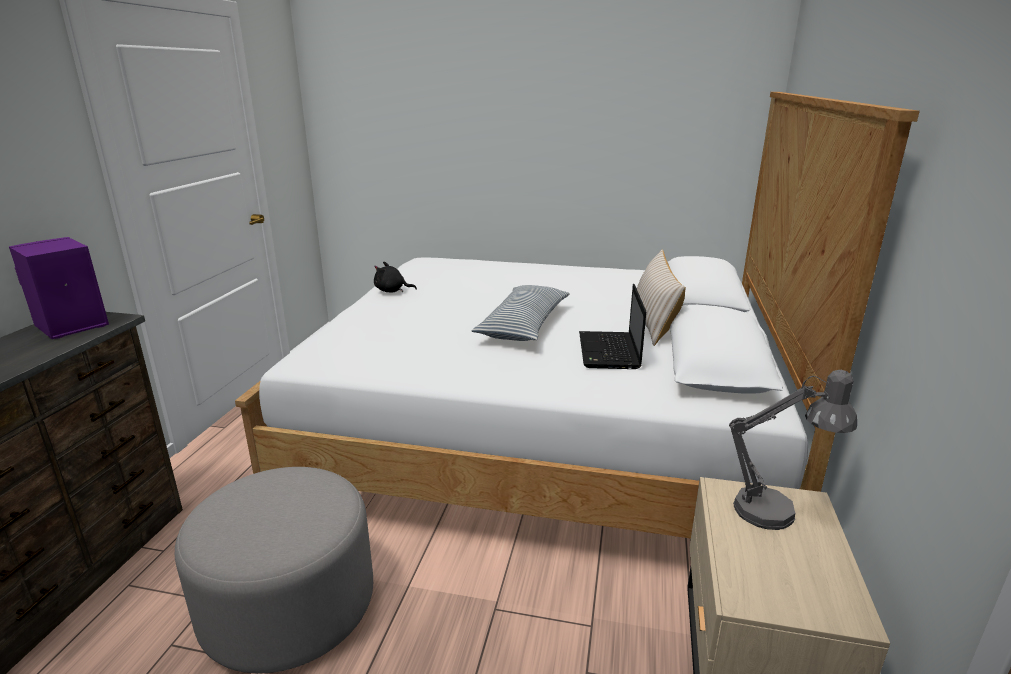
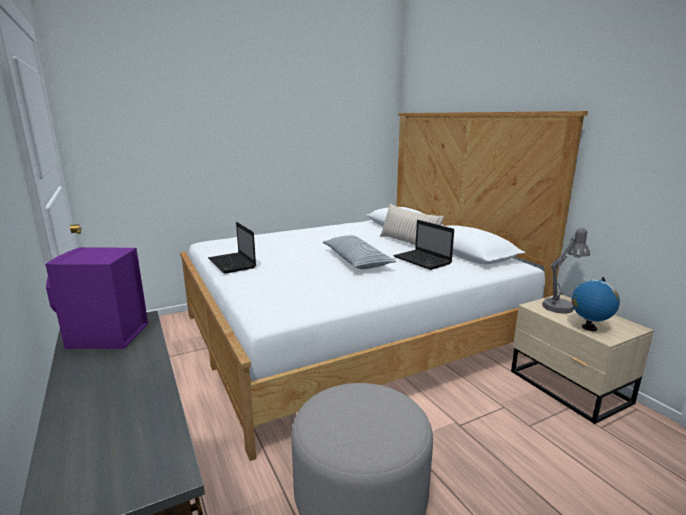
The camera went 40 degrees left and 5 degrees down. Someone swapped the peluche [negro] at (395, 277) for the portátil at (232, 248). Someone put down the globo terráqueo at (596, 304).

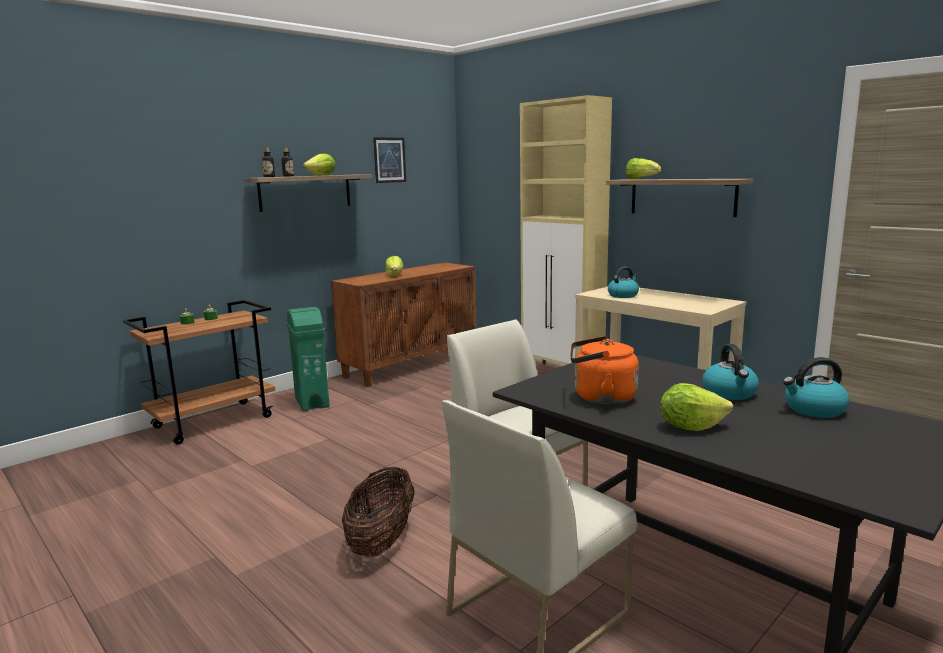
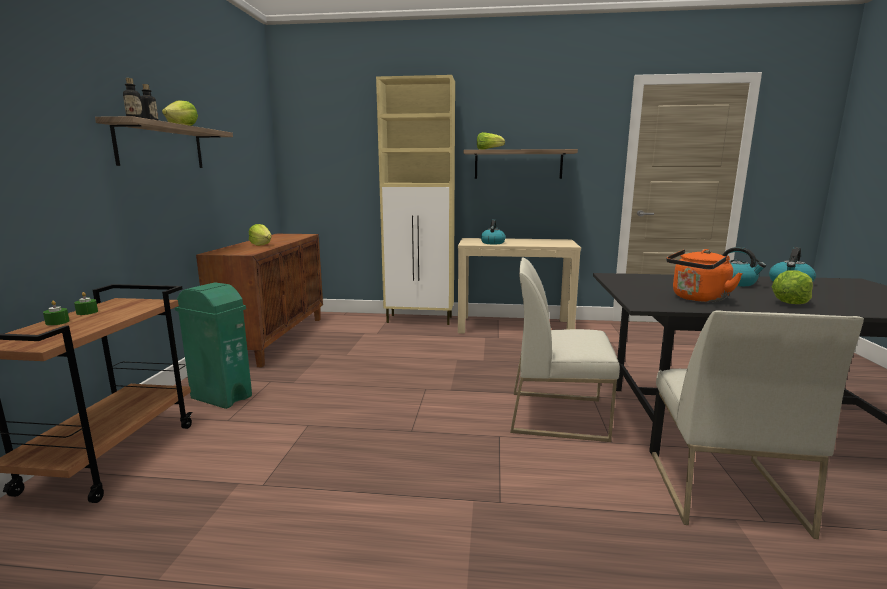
The camera went 40 degrees left and 0 degrees up. Someone took away the cesta at (378, 511). Someone took away the cuadro at (389, 160).

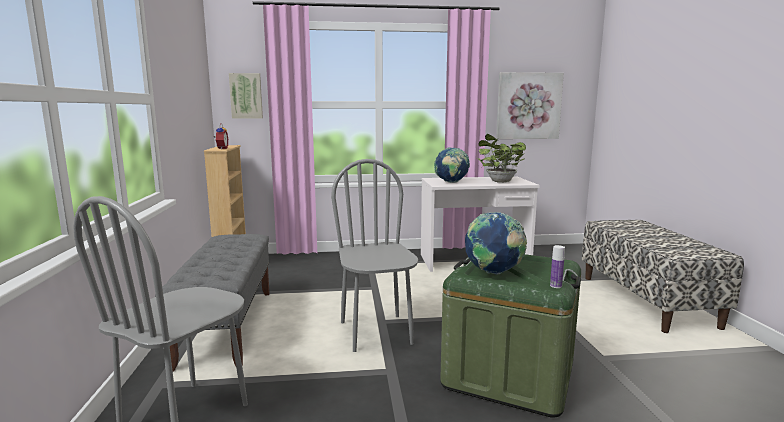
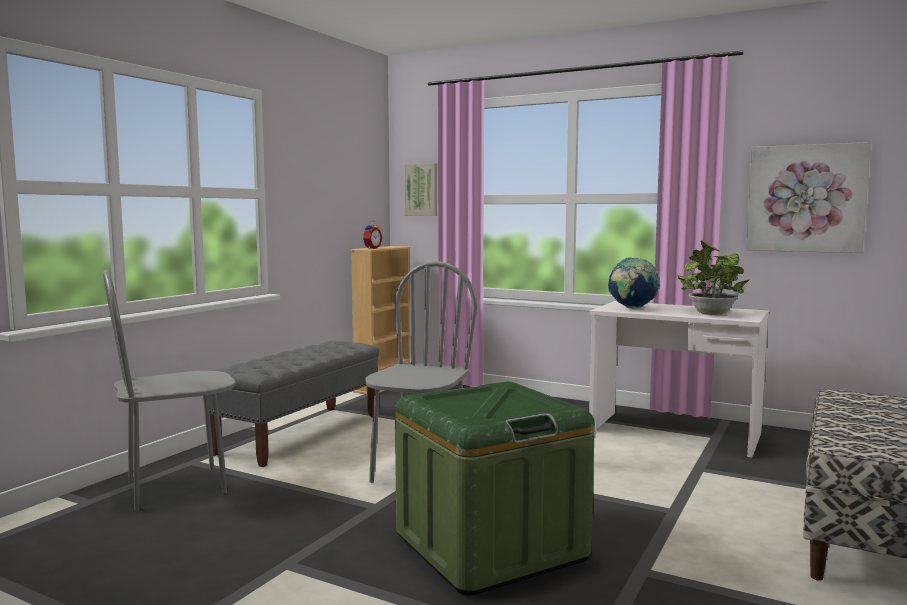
The camera went 35 degrees right and 5 degrees down. Someone took away the globo terráqueo at (496, 243). Someone took away the botella at (557, 266).

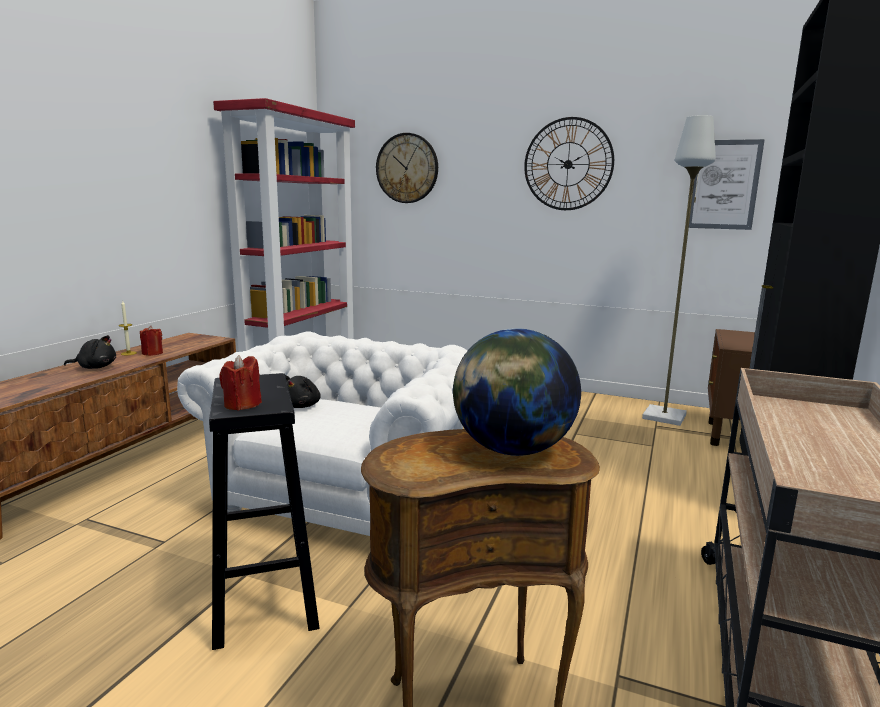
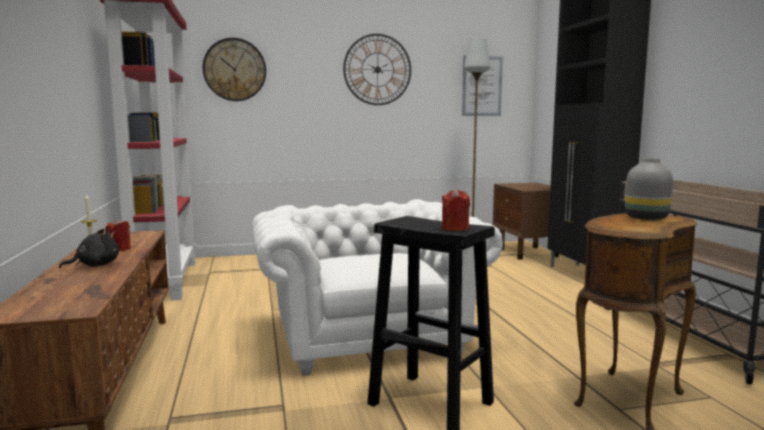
The camera went 35 degrees left and 5 degrees down. Someone took away the peluche [negro] at (303, 391). Someone swapped the globo terráqueo at (517, 392) for the florero [gris] at (649, 189).

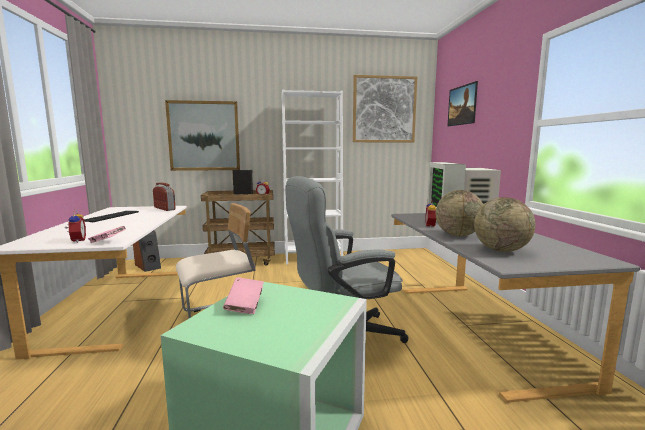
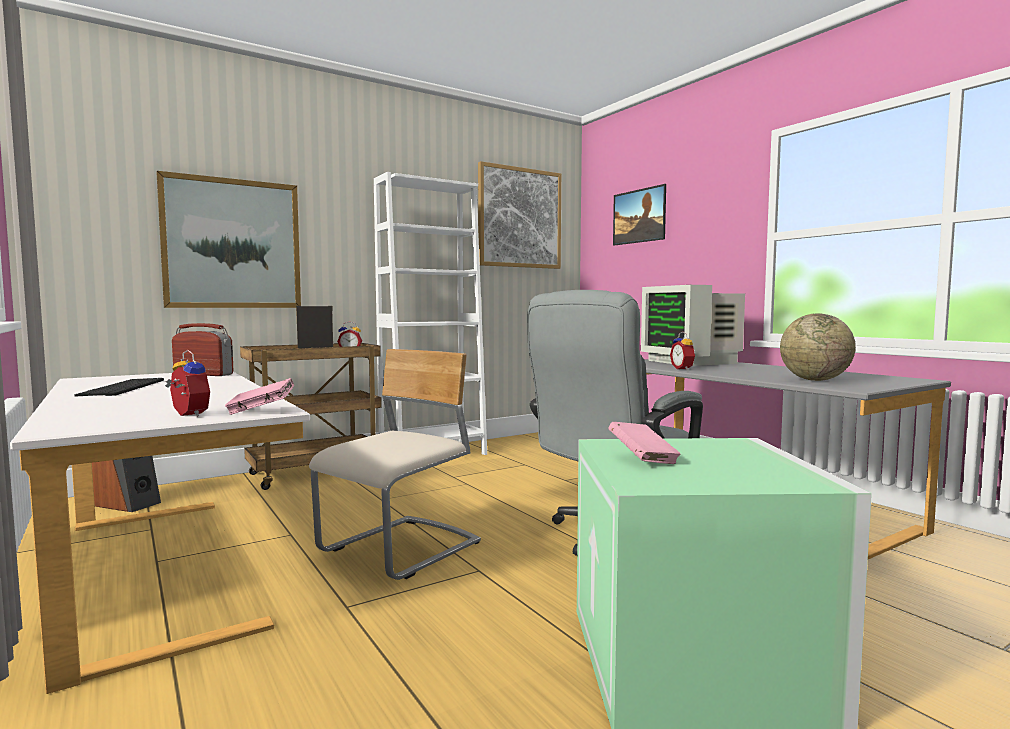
The camera went 25 degrees left and 5 degrees down. Someone took away the globo terráqueo at (459, 213).

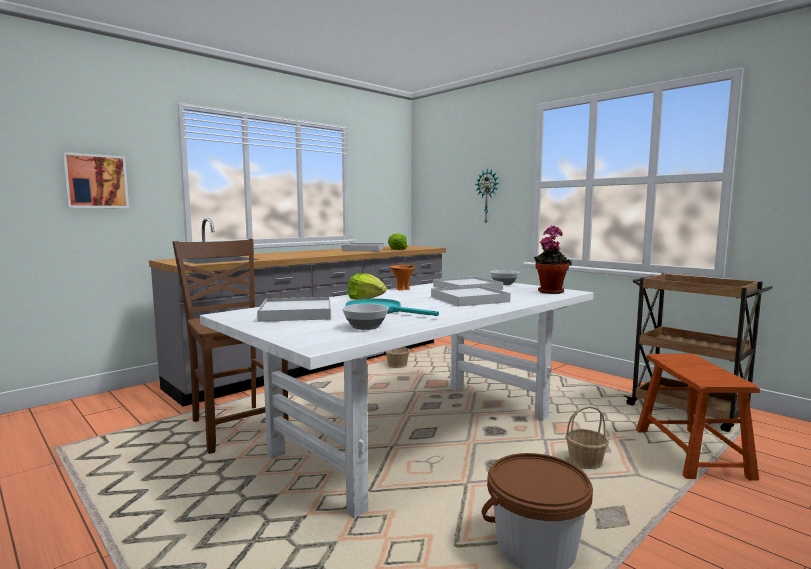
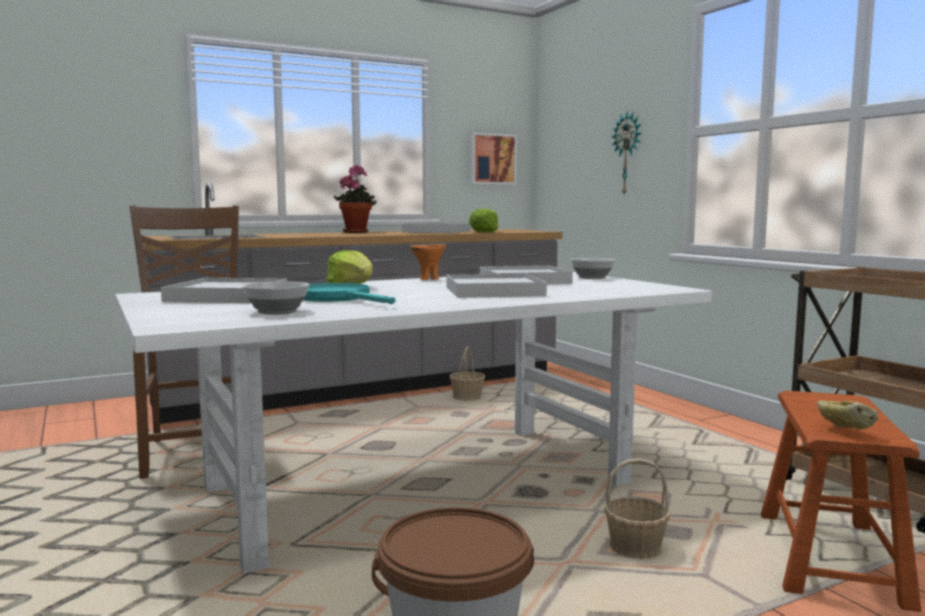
The camera went 15 degrees right and 0 degrees up. Someone carried the cuadro from (95, 180) to (493, 158). Someone carried the planta en maceta from (553, 260) to (355, 199). Someone put down the pan at (848, 414).

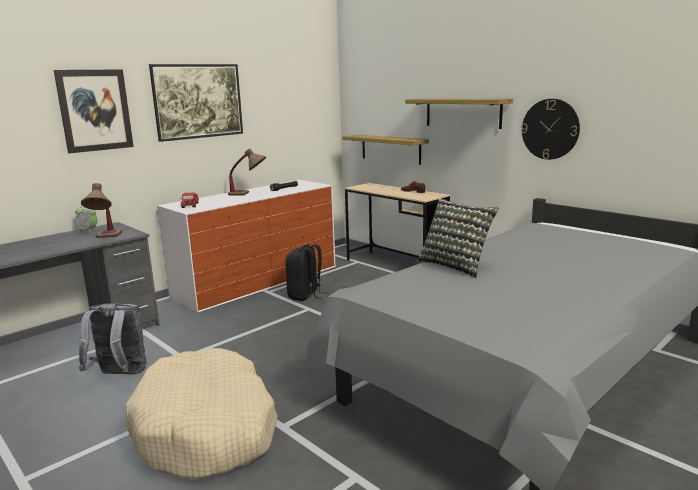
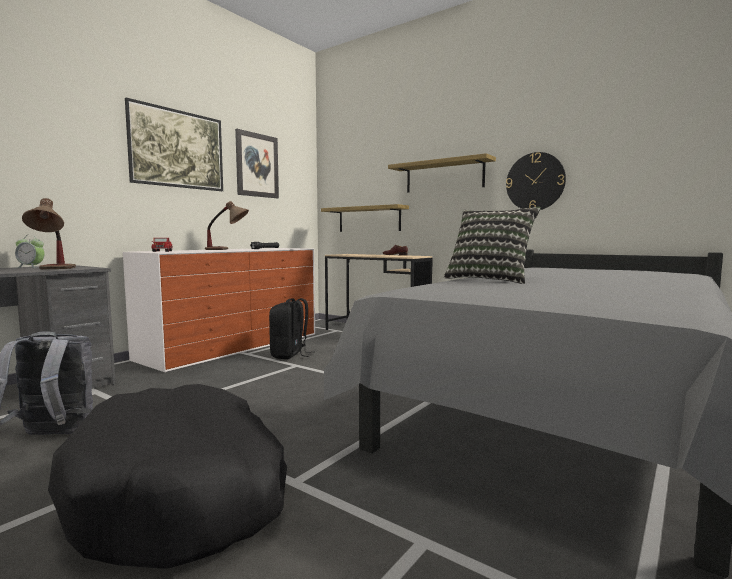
The camera went 10 degrees left and 10 degrees down. Someone carried the cuadro from (94, 111) to (257, 163). Someone repainted the cama para perro [beis] at (202, 414), which became the cama para perro [negro] at (167, 476).

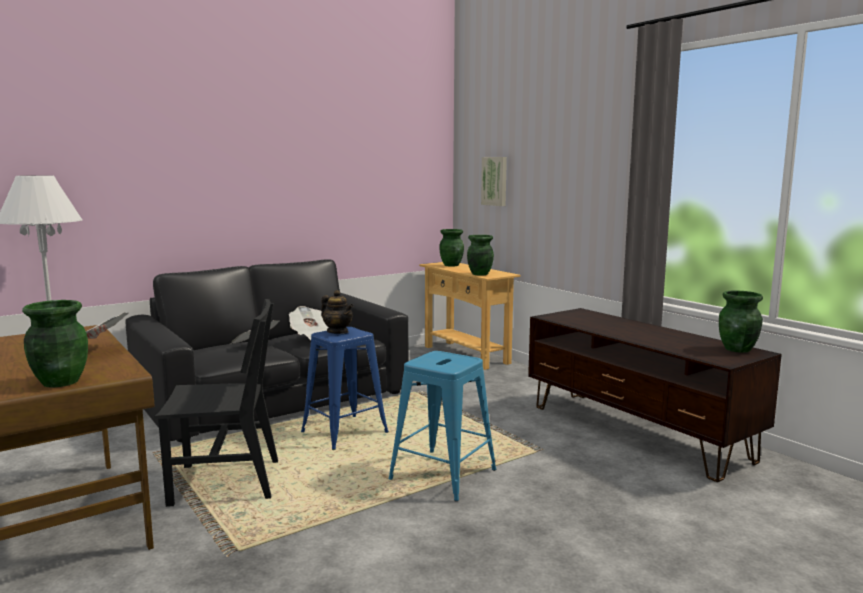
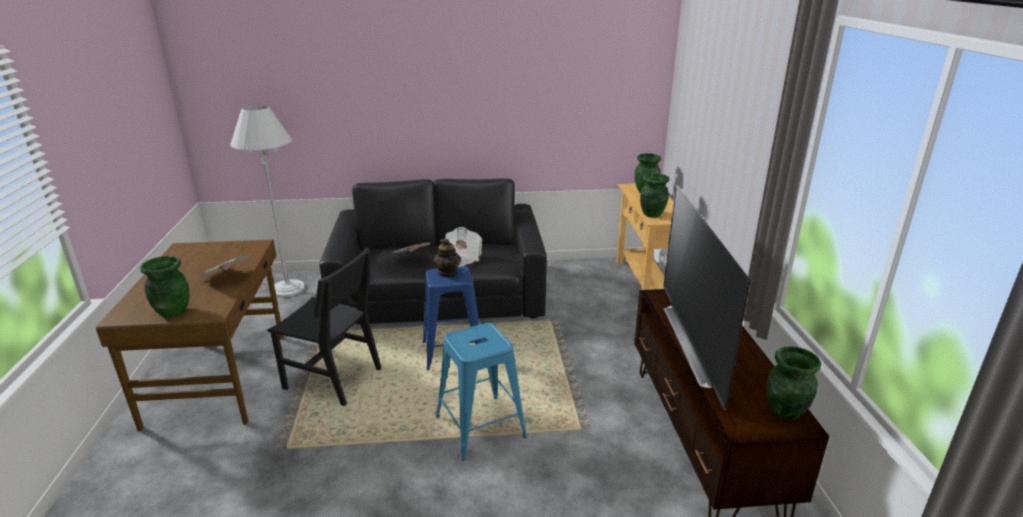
The camera went 30 degrees right and 15 degrees up. Someone took away the cuadro at (494, 181). Someone put down the televisor at (707, 297).

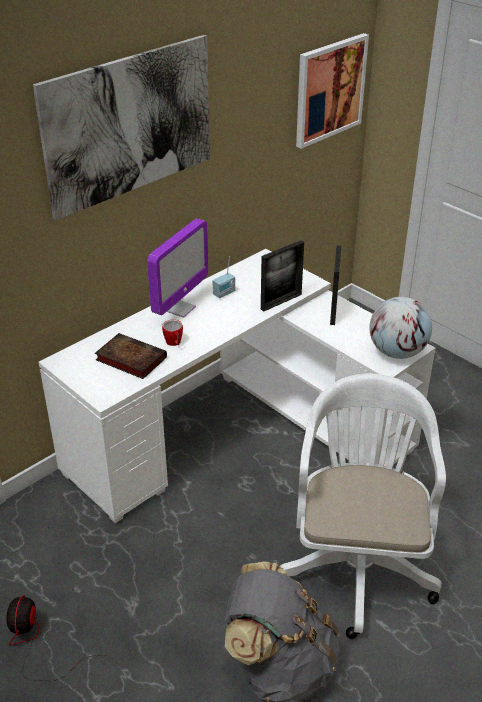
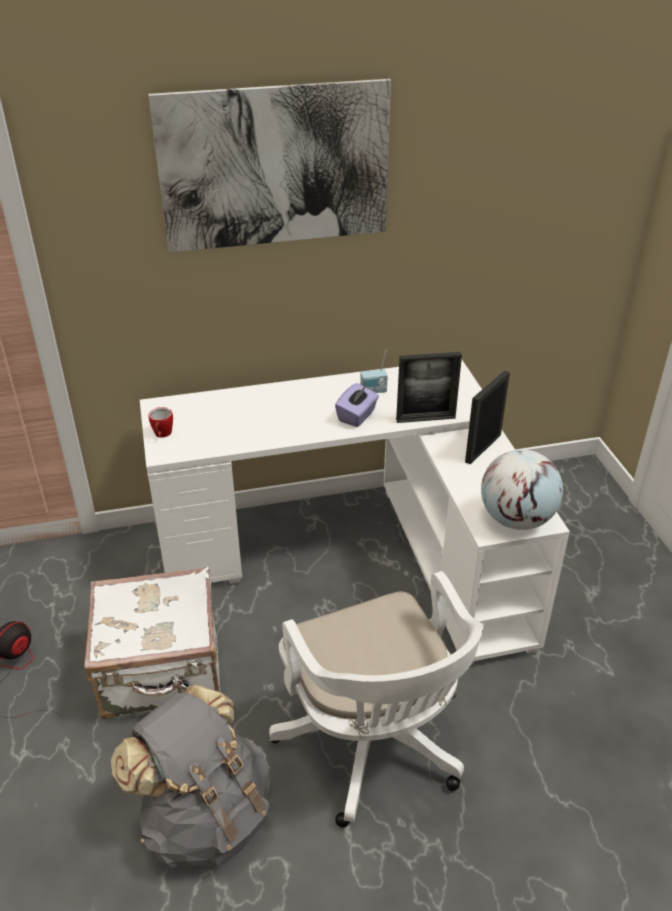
The camera went 30 degrees right and 0 degrees up. Someone took away the libro at (131, 356). Someone took away the monitor at (177, 268). Someone carried the taza grande from (172, 333) to (161, 422). Someone rotated the silla de oficina [blanco] at (363, 506) by 120 degrees clockwise. Someone took away the cuadro at (332, 91). Someone put down the maleta [blanco] at (152, 643). Someone put down the caja de pañuelos [morado] at (357, 405).

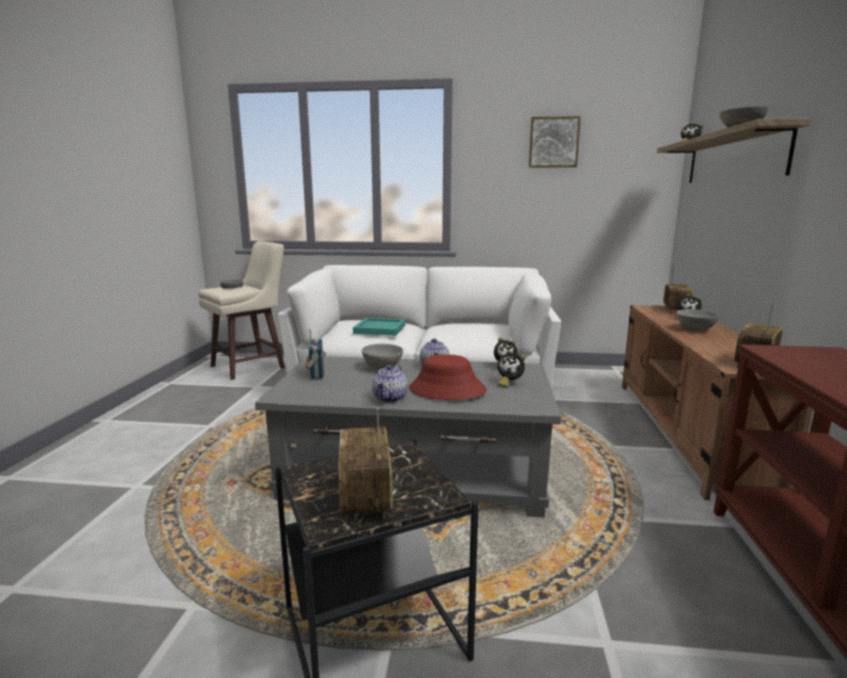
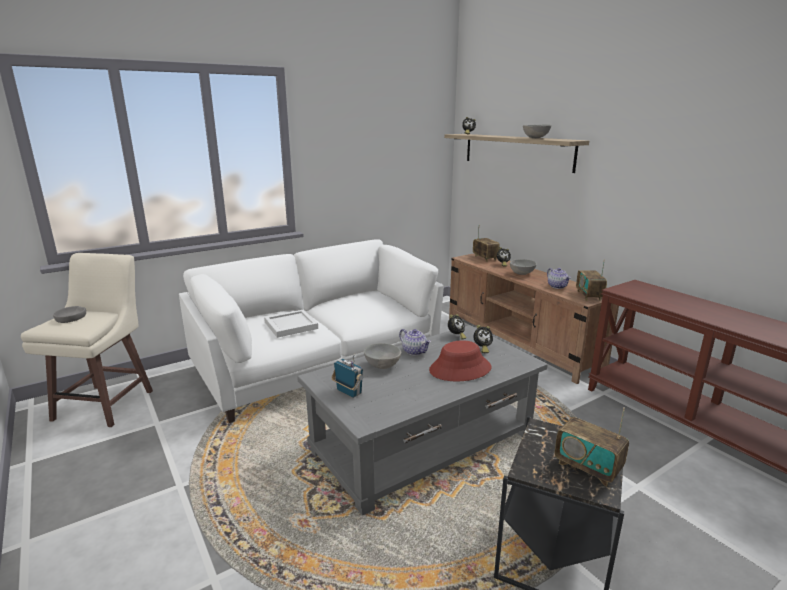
The camera went 40 degrees left and 5 degrees up. Someone repainted the bandeja [turquesa] at (379, 327), which became the bandeja [blanco] at (291, 323). Someone carried the tetera from (390, 383) to (559, 278). Someone took away the cuadro at (555, 142).

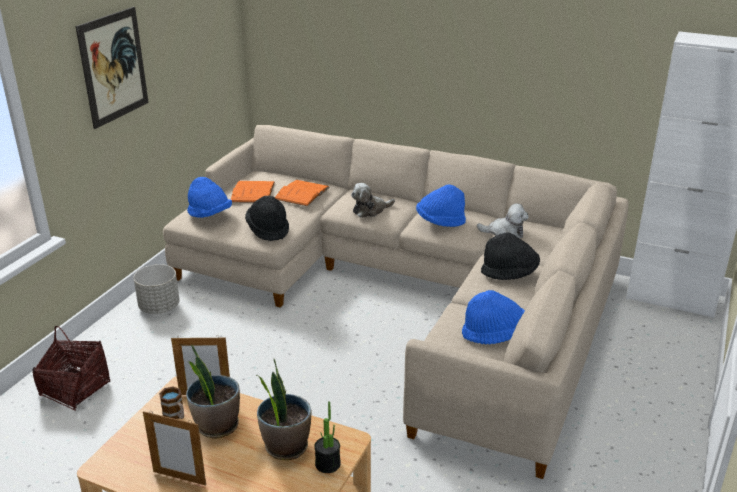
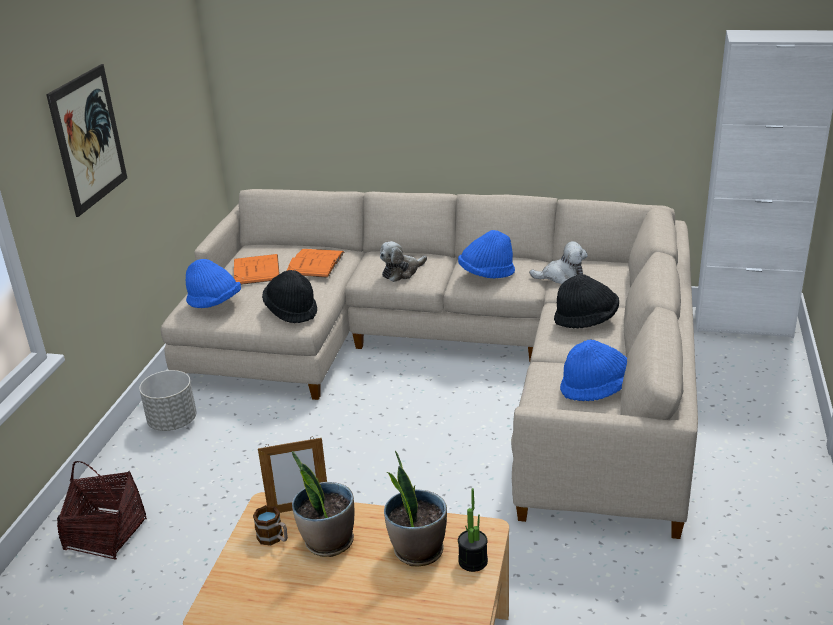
The camera went 10 degrees left and 0 degrees up. Someone took away the portarretratos at (174, 448).

